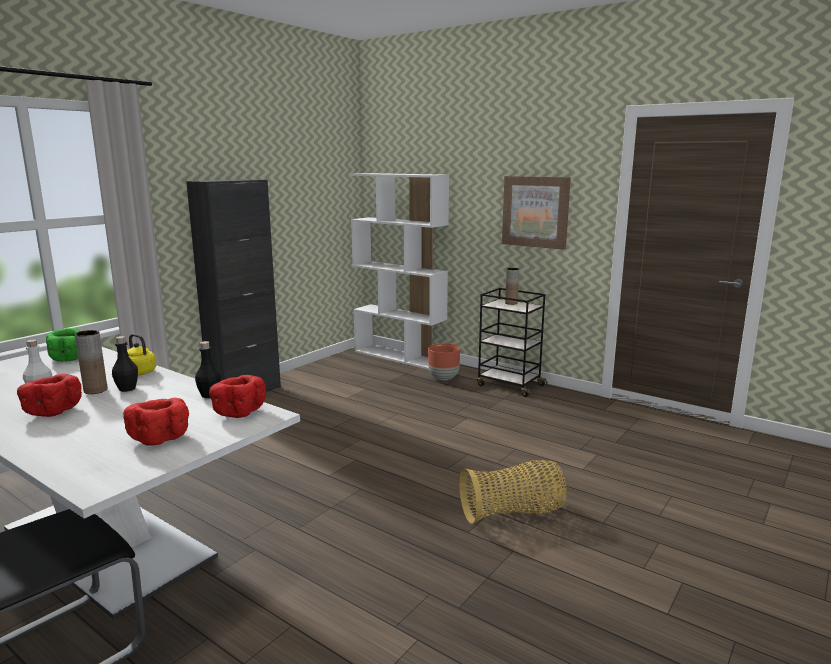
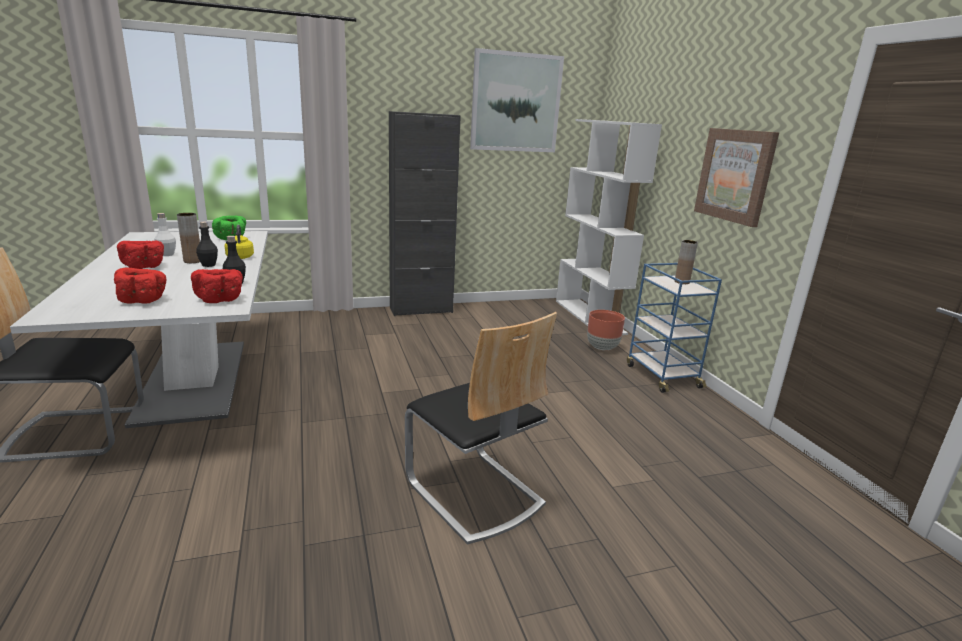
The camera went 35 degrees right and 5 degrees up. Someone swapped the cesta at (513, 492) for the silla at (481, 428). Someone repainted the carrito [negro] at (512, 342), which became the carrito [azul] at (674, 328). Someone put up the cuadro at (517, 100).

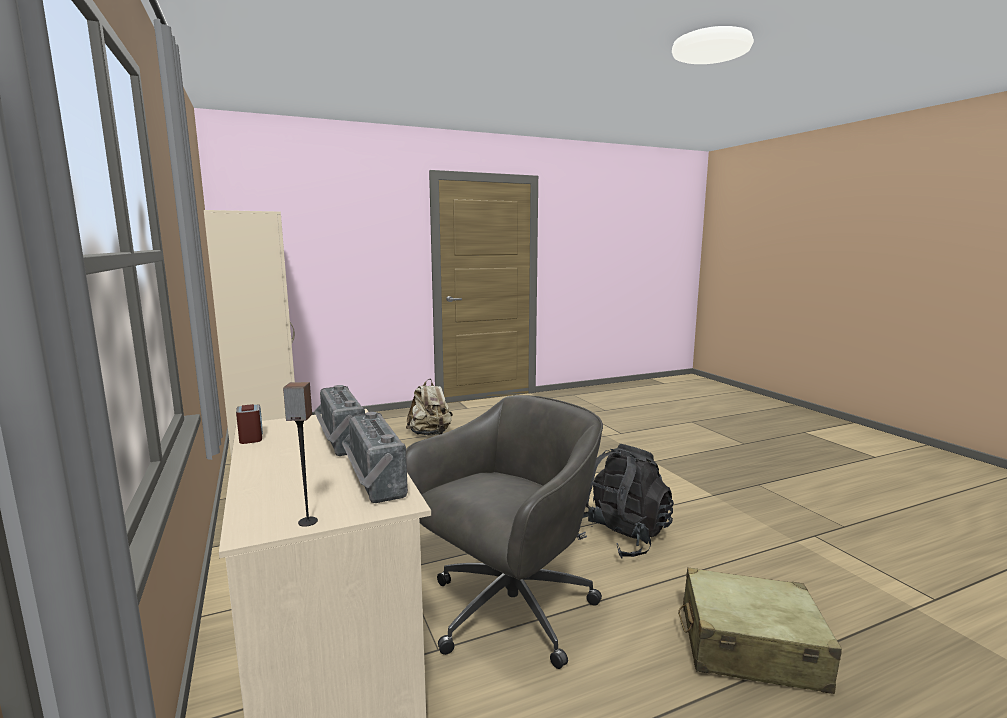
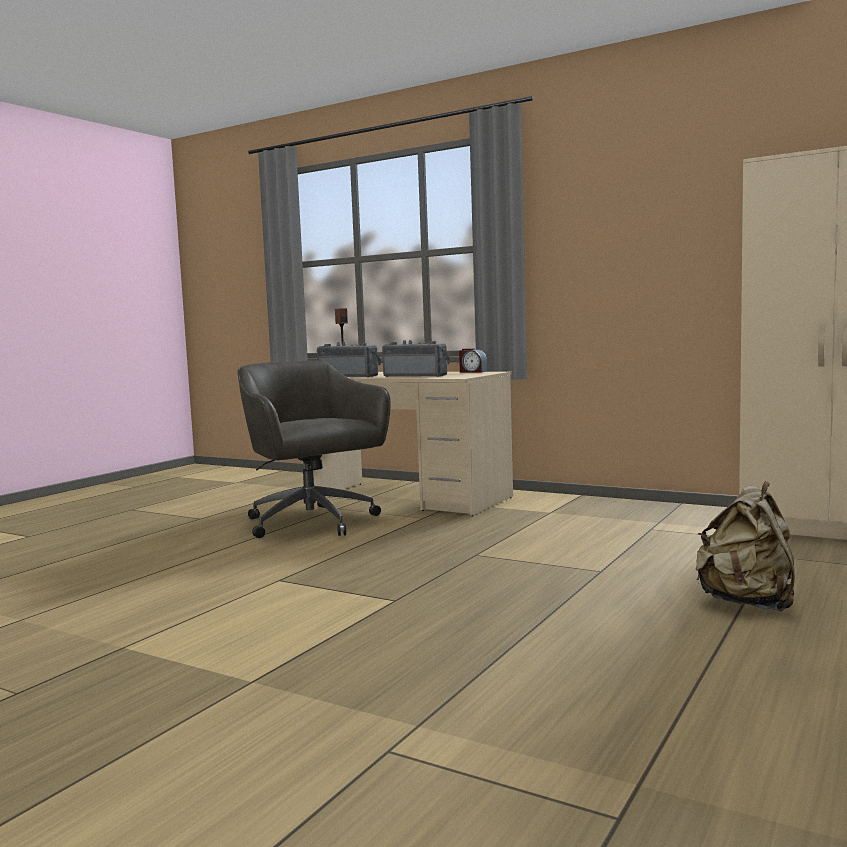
The camera went 145 degrees right and 5 degrees down. Someone rotated the silla de oficina [gris] at (504, 532) by 135 degrees clockwise. Someone took away the mochila [negro] at (625, 501). Someone took away the maleta [beis] at (760, 630).

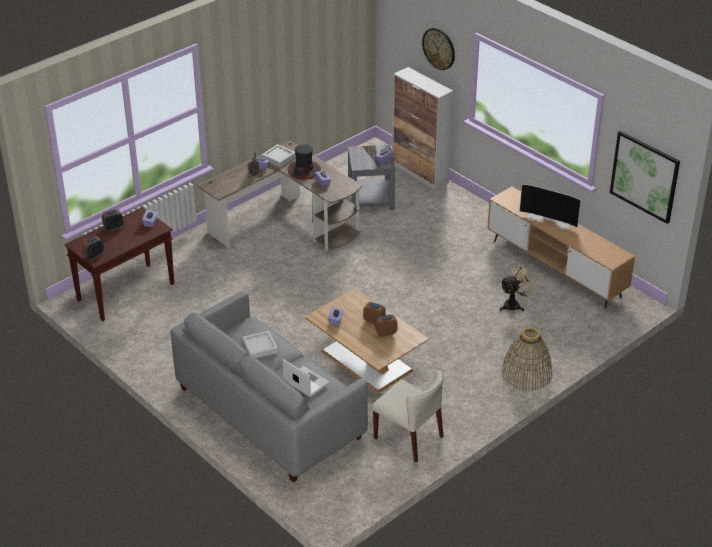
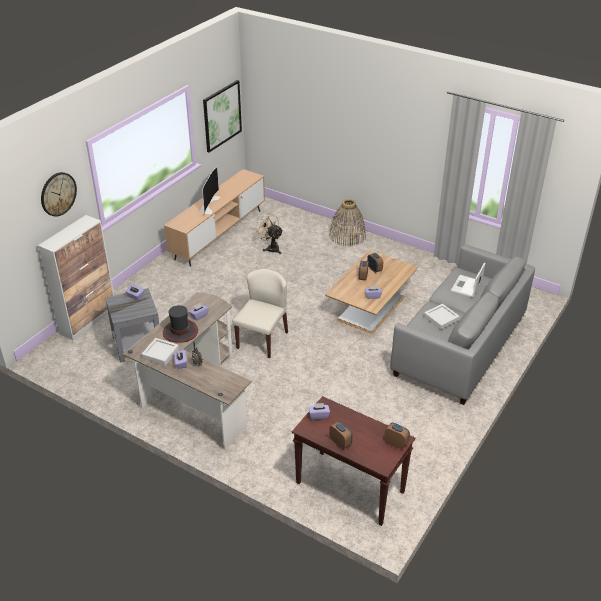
The camera went 105 degrees left and 0 degrees up. Someone carried the silla [beis] from (408, 416) to (260, 313).

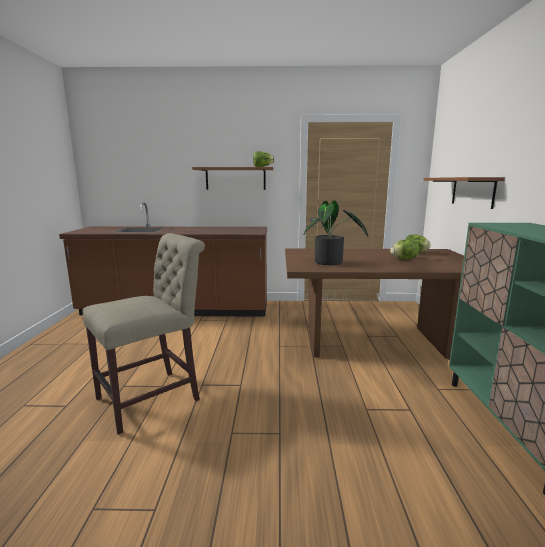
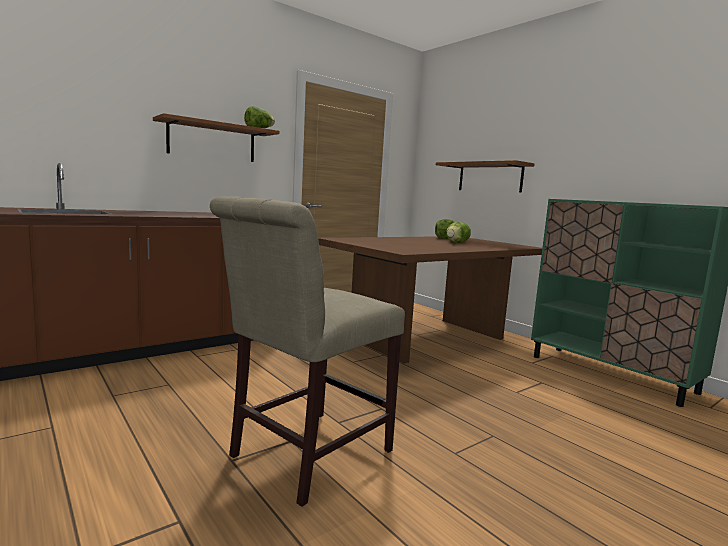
The camera went 40 degrees left and 5 degrees down. Someone rotated the silla [beis] at (144, 334) by 150 degrees counterclockwise. Someone took away the planta en maceta at (336, 232).

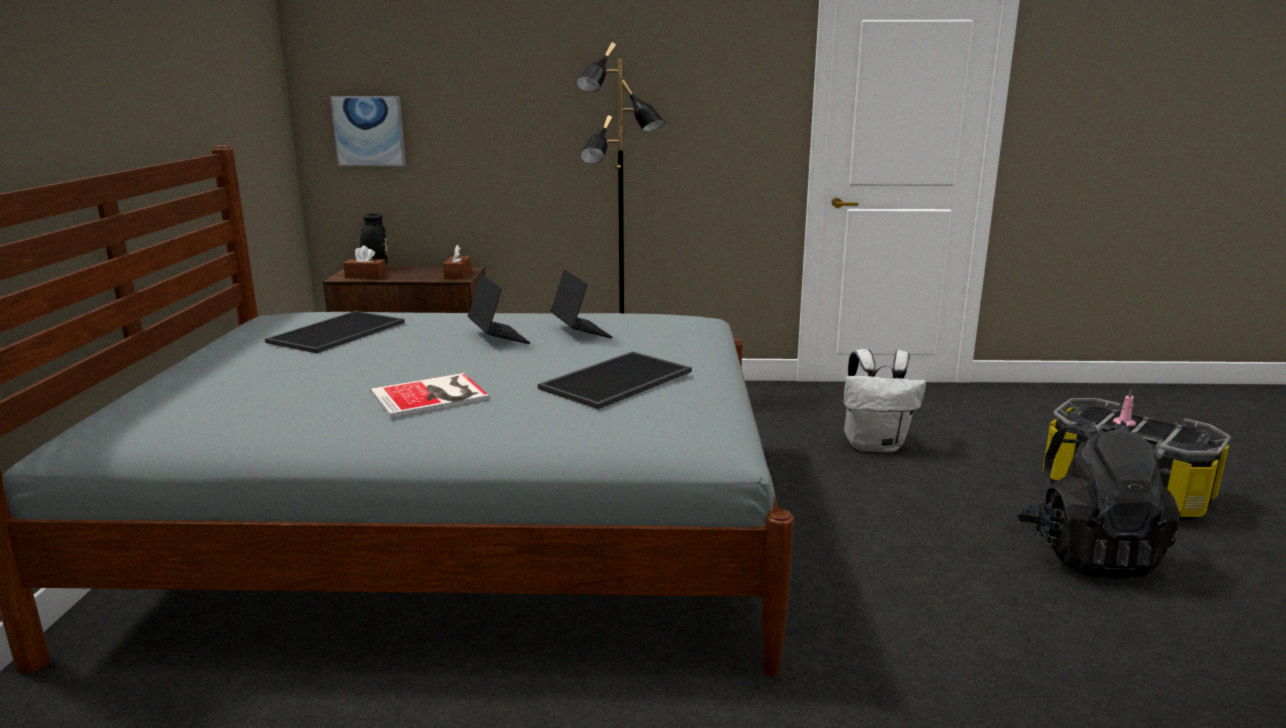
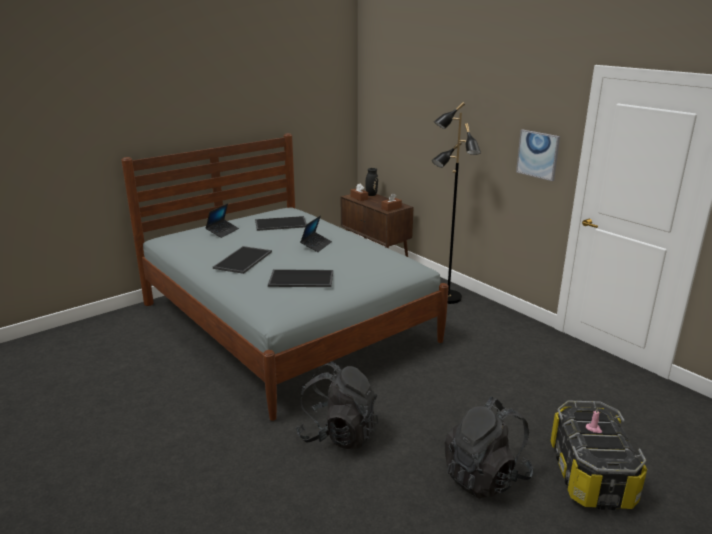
The camera went 50 degrees right and 5 degrees up. Someone carried the cuadro from (368, 131) to (538, 155). Someone swapped the libro at (429, 395) for the bandeja at (242, 260). Someone carried the portátil from (581, 304) to (222, 220). Someone took away the mochila [blanco] at (885, 400). Someone put down the mochila [negro] at (337, 405).

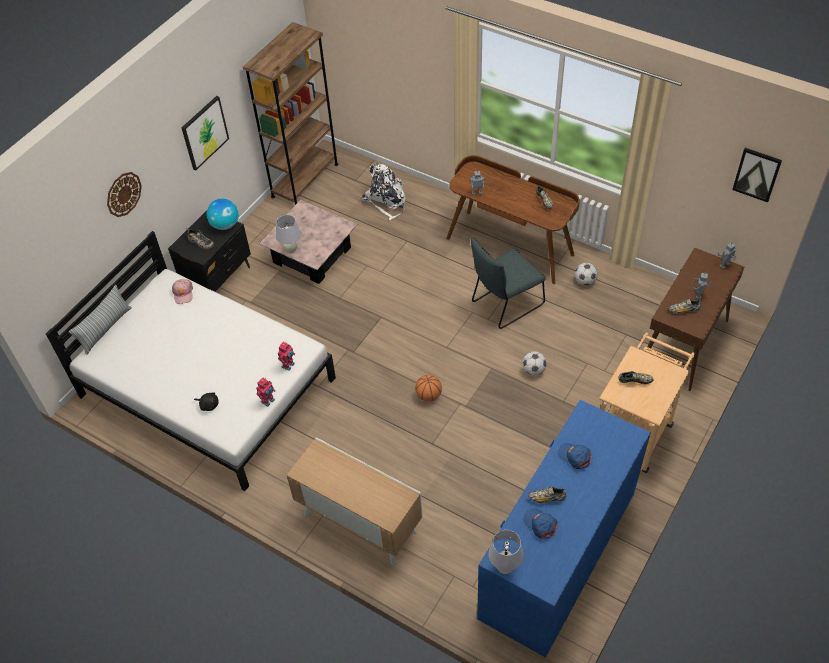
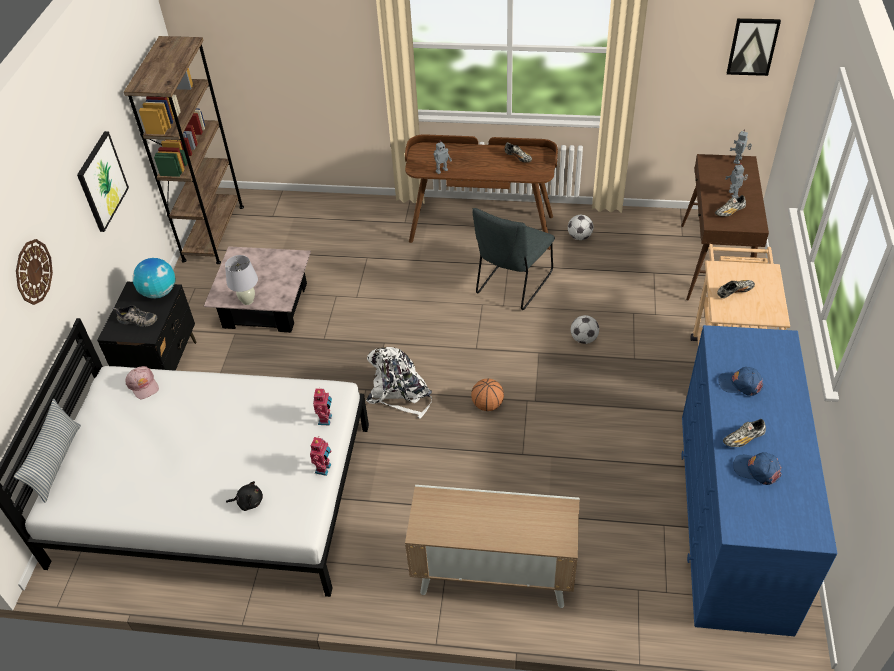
The camera went 25 degrees left and 5 degrees down. Someone carried the mochila [blanco] from (384, 192) to (399, 383). Someone took away the lámpara de mesa [blanco] at (506, 552).

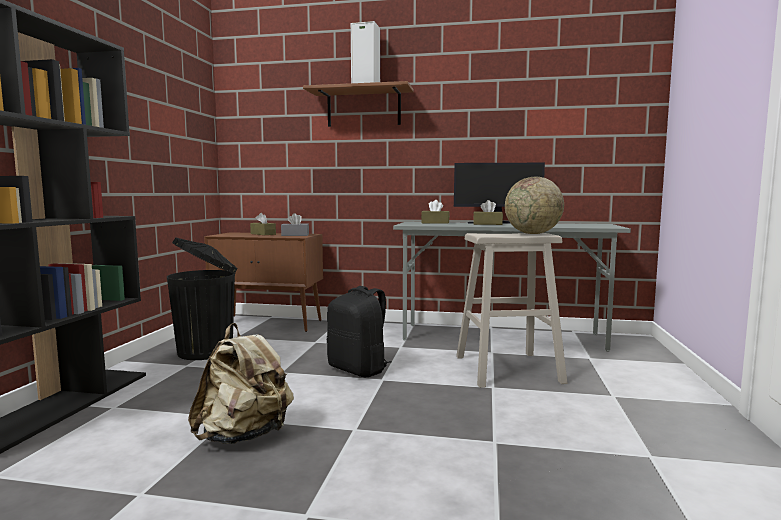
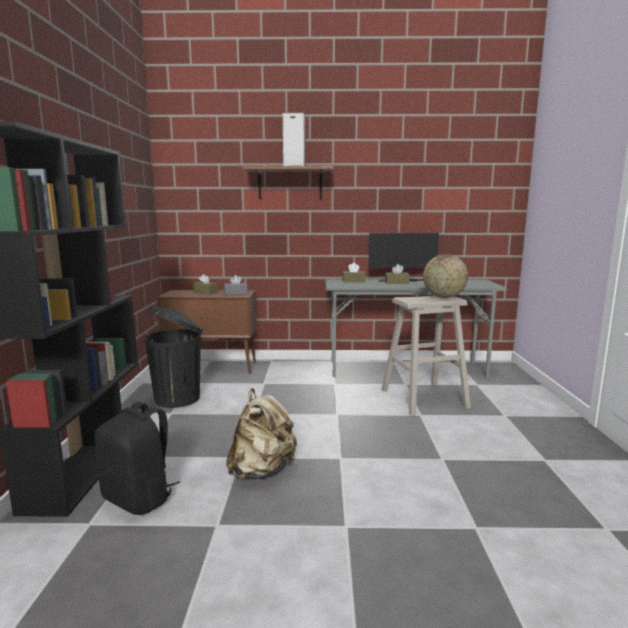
The camera went 10 degrees left and 5 degrees up. Someone carried the mochila [negro] from (359, 331) to (137, 458).

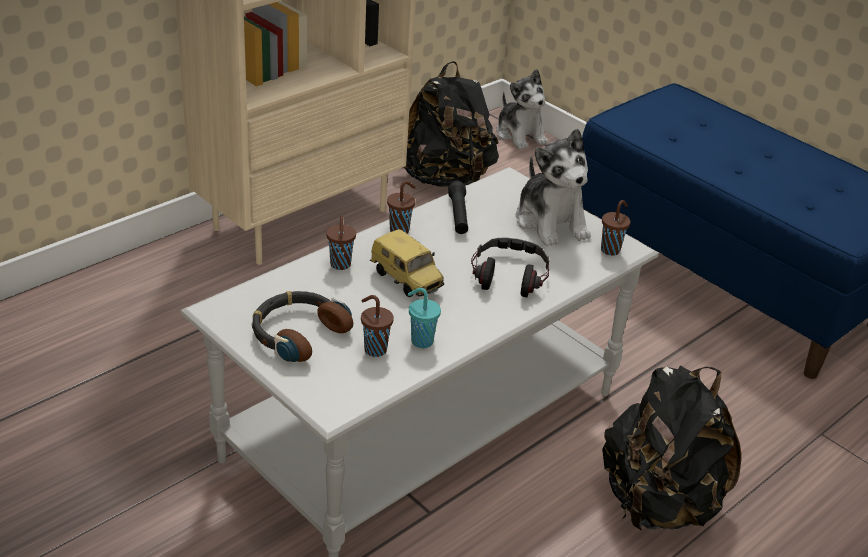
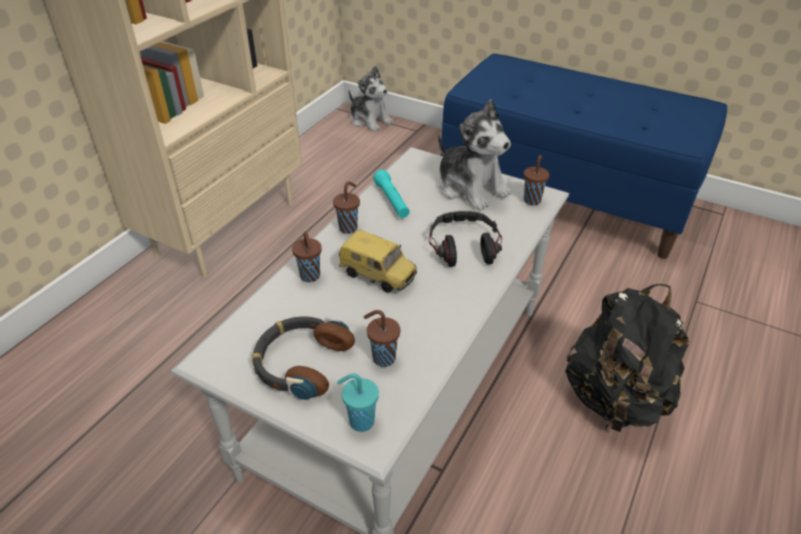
The camera went 15 degrees left and 5 degrees up. Someone took away the mochila [negro] at (451, 124). Someone carried the taza [turquesa] from (424, 318) to (358, 403). Someone repainted the linterna [negro] at (458, 207), which became the linterna [turquesa] at (391, 194).

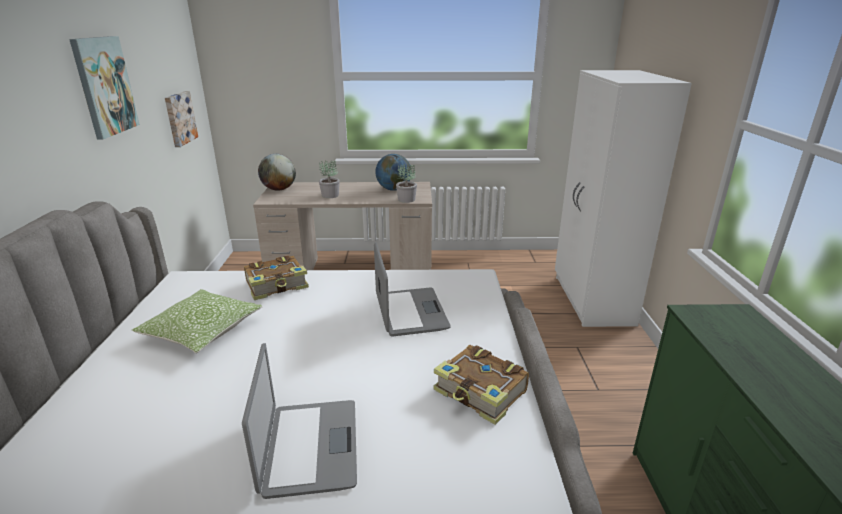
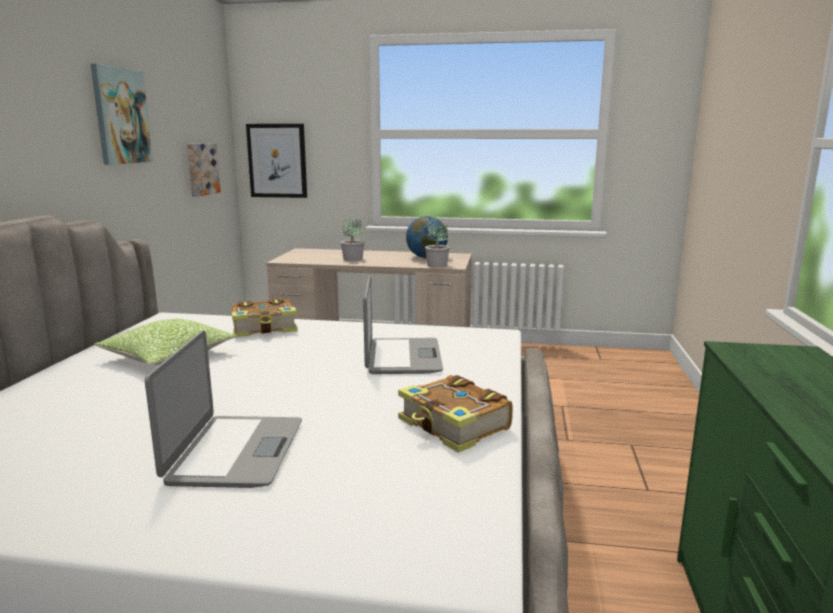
The camera went 10 degrees right and 10 degrees down. Someone took away the globo terráqueo at (277, 172). Someone took away the armario ropero [blanco] at (623, 198). Someone put up the cuadro at (276, 161).

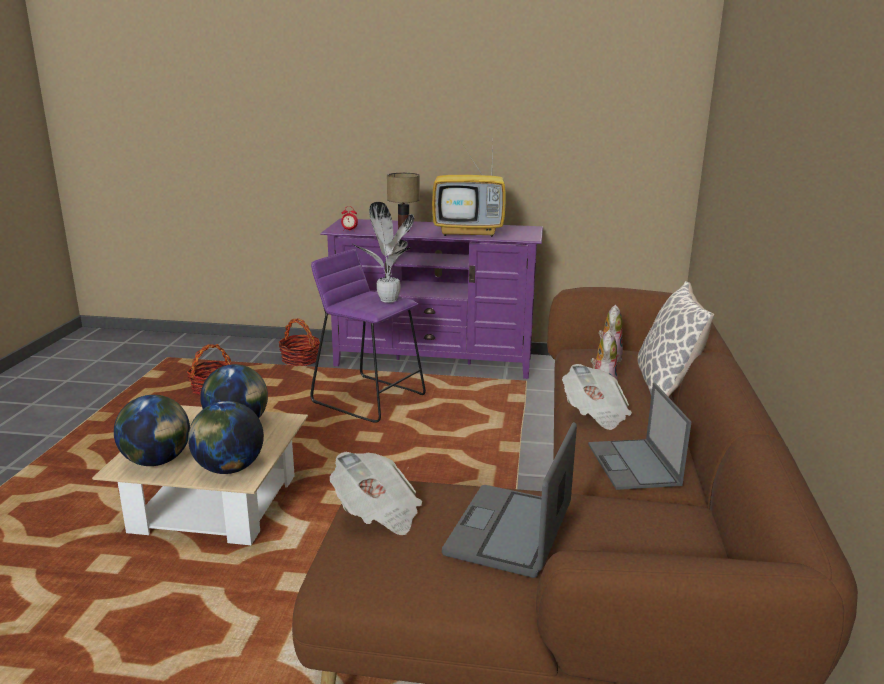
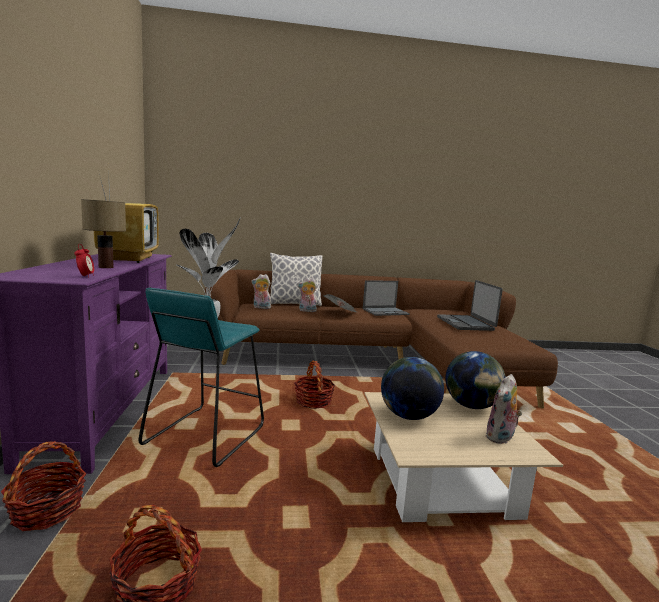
The camera went 105 degrees left and 10 degrees down. Someone swapped the globo terráqueo at (152, 430) for the peluche at (503, 409). Someone repainted the taburete [morado] at (368, 336), which became the taburete [turquesa] at (201, 377). Someone took away the periódico at (376, 493). Someone rotated the portátil at (509, 500) by 75 degrees clockwise. Someone put down the cesta at (314, 385).

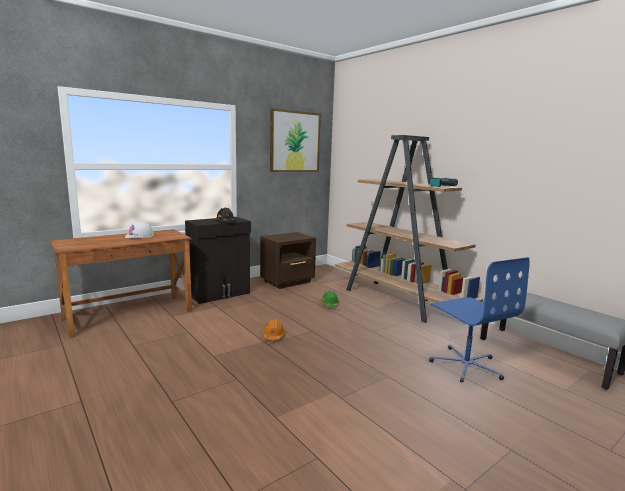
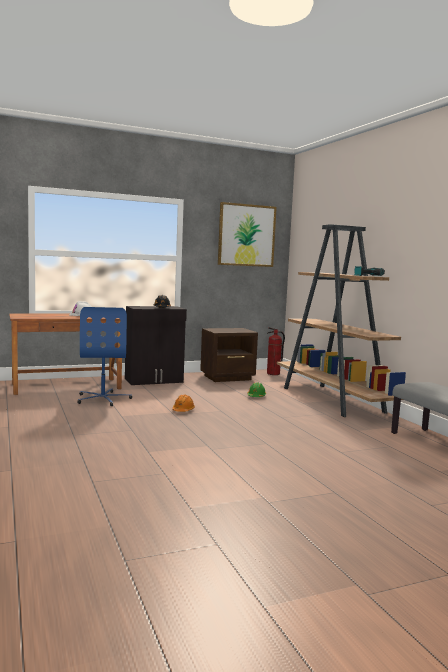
The camera went 15 degrees right and 5 degrees down. Someone carried the silla de oficina [azul] from (479, 320) to (104, 356). Someone put down the extintor at (276, 351).

